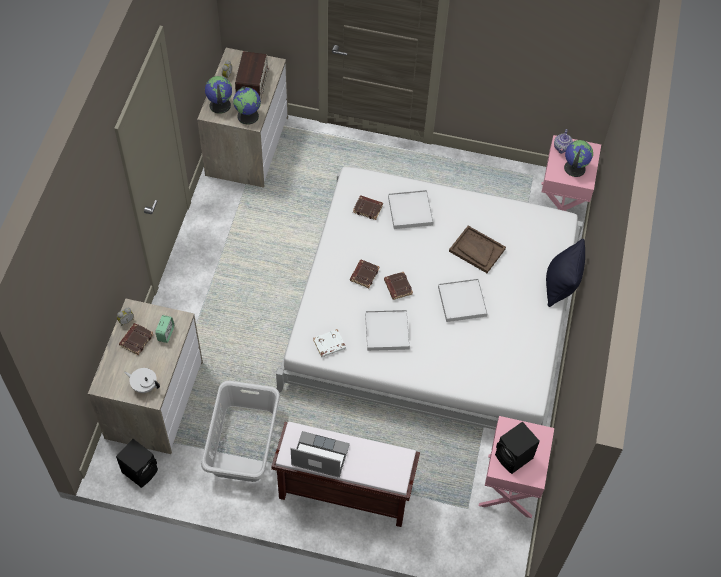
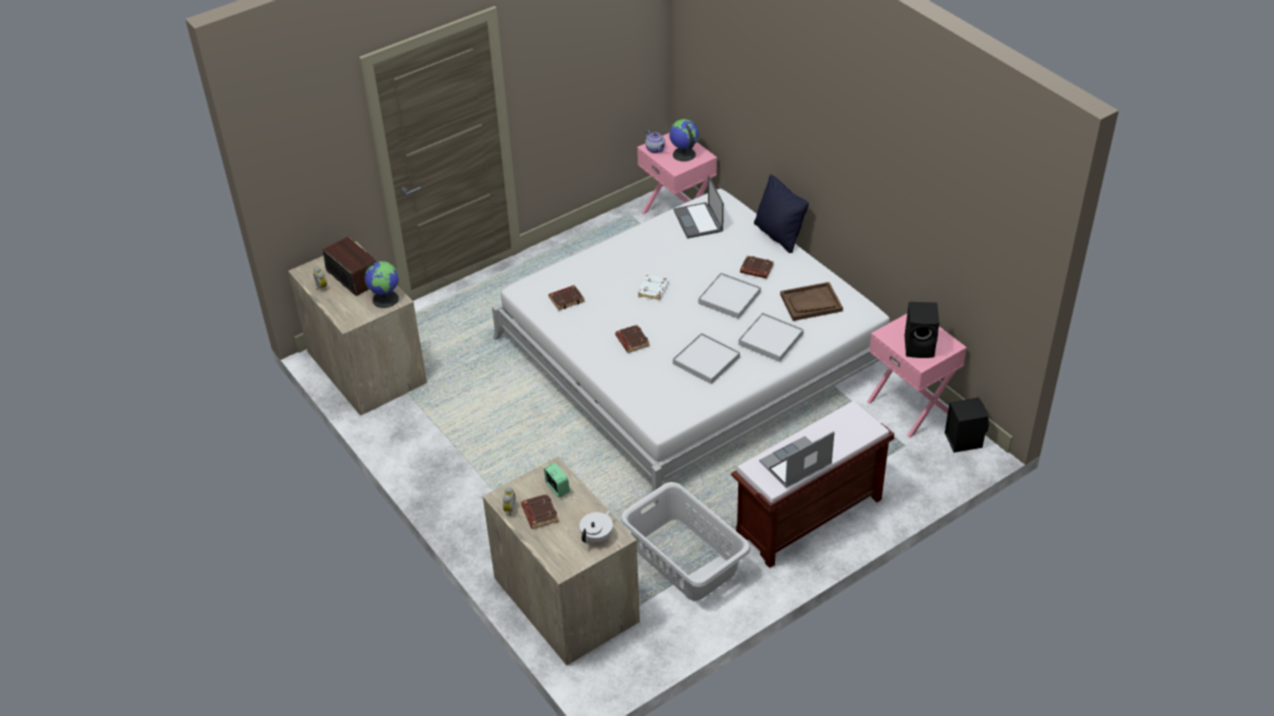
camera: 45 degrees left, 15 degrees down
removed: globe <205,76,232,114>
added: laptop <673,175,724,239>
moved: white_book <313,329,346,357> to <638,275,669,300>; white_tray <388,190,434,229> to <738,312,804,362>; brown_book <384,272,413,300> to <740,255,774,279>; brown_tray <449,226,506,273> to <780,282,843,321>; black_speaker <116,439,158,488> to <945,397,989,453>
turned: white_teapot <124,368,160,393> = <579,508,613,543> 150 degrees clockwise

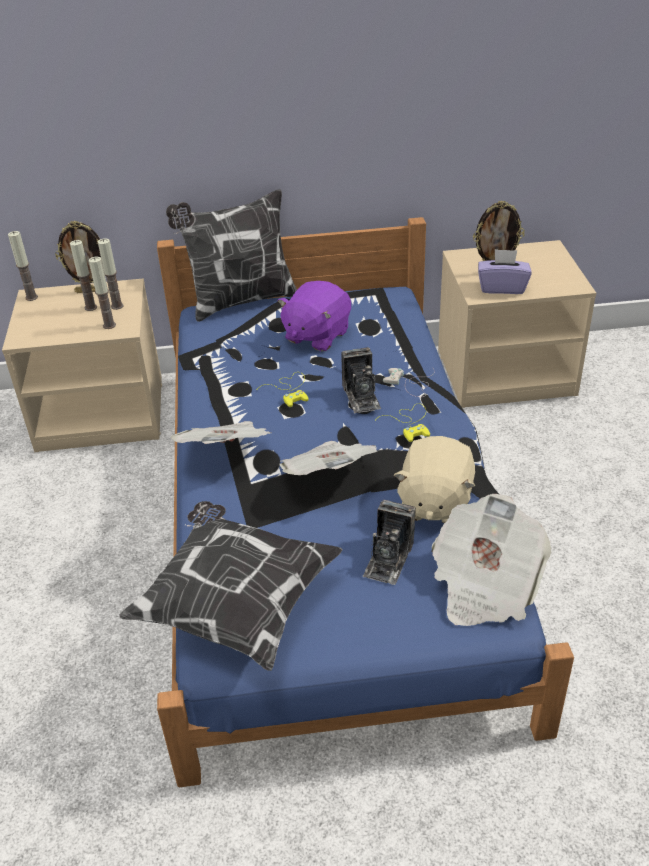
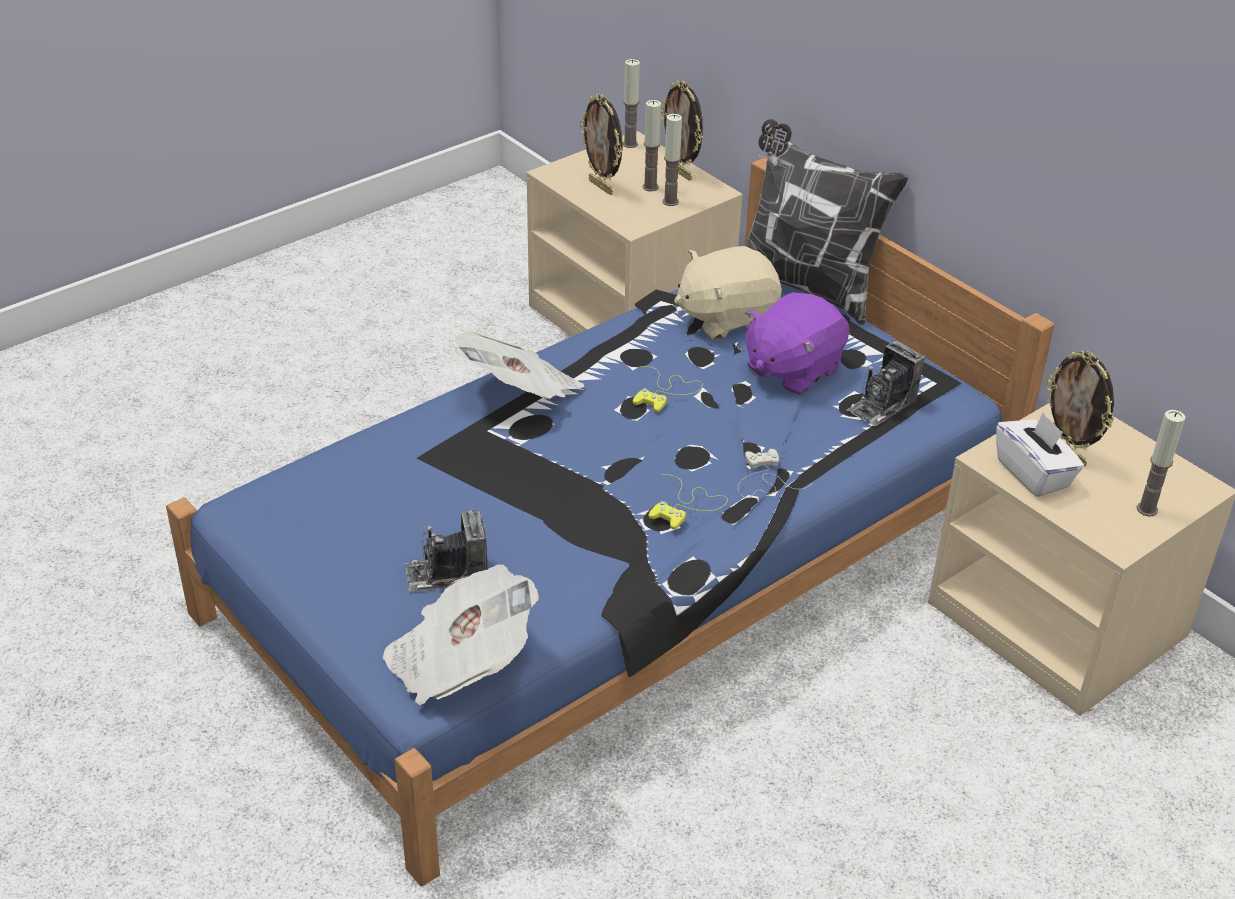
camera: 55 degrees right, 0 degrees up
removed: pillow <120,501,343,671>; newspaper <280,441,377,475>
added: picture_frame <580,94,623,195>
moved: beige_plush_toy <394,436,475,523> to <674,246,782,340>; photo_camera <341,347,381,414> to <846,341,925,426>; candle <89,257,116,329> to <1137,410,1185,517>
recoloured: purple_tissue_box <478,249,532,294> to white_tissue_box <996,412,1084,497>
turned: purple_plush_toy <278,281,351,352> = <745,292,850,395> 45 degrees counterclockwise

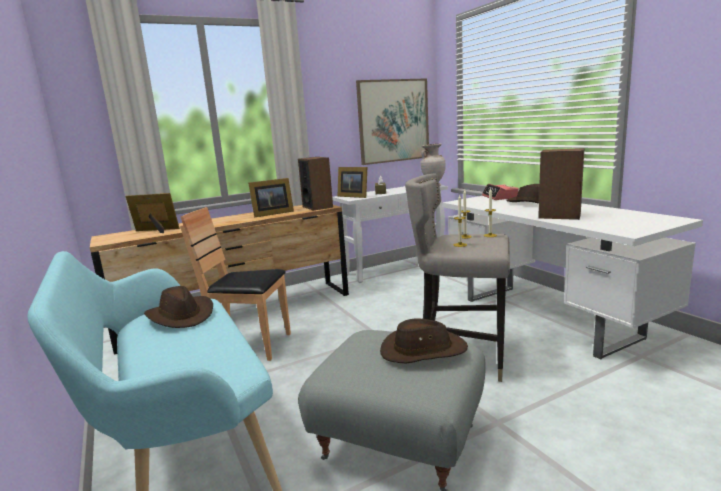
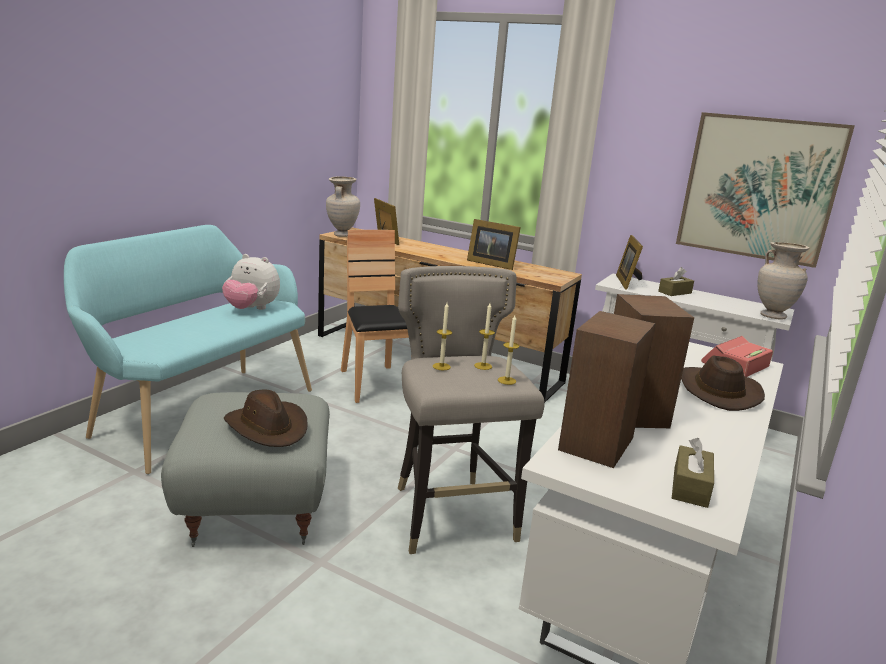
camera: 55 degrees right, 5 degrees up
added: beige_vase <326,176,360,237>; brown_tissue_box <672,438,714,508>
moved: speaker <298,157,333,211> to <558,311,656,468>
replaced: brown_hat <144,286,213,328> to plush_toy <222,254,280,310>

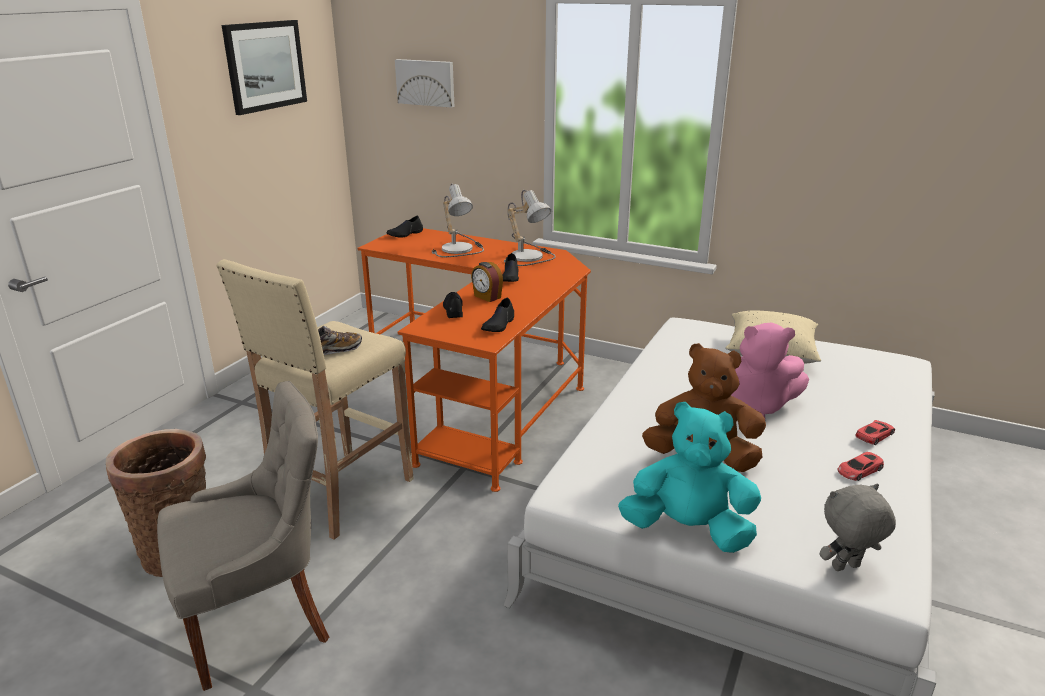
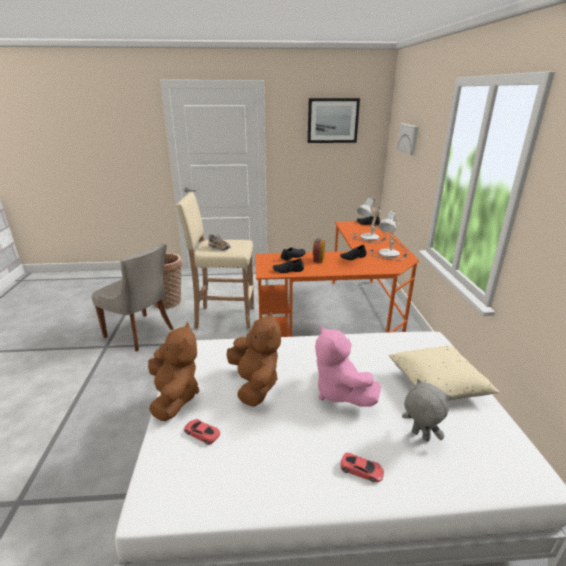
camera: 60 degrees right, 0 degrees up
moved: red_toy_car <837,452,884,481> to <184,419,220,445>; grey_plush_toy <820,484,896,571> to <402,379,452,442>
recoloured: turquoise_plush_toy <618,402,761,553> to brown_plush_toy <148,322,199,421>

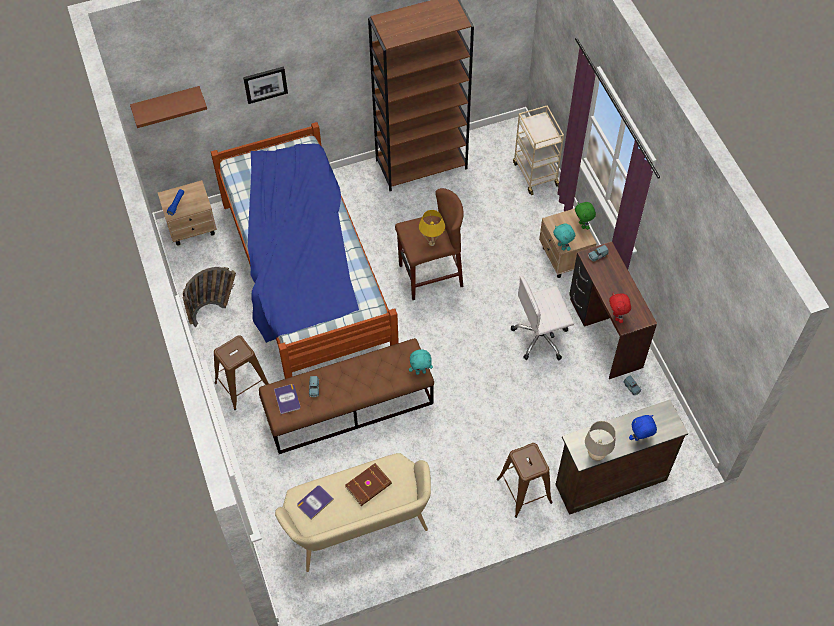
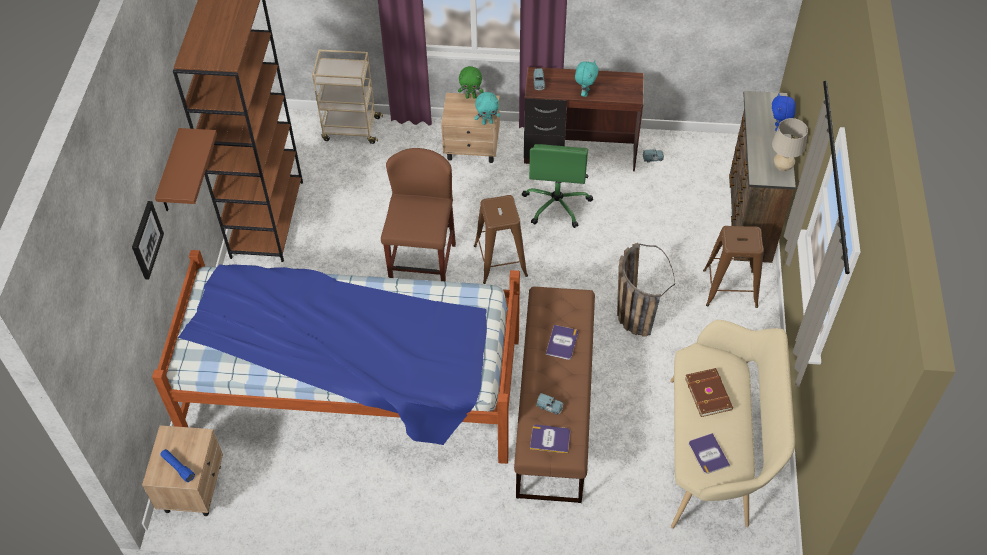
camera: 65 degrees left, 5 degrees down
removed: yellow_table_lamp <419,210,445,246>; red_plush_toy <609,293,631,323>
added: book <546,325,578,360>
moved: brown_shelf <130,86,207,128> to <155,128,217,211>; brown_stool <214,335,269,410> to <474,195,528,284>; turquoise_plush_toy <409,350,433,375> to <575,60,599,97>; basket <183,267,236,327> to <617,243,675,337>
recoloured: white_office_chair <511,276,574,360> to green_office_chair <522,144,593,228>

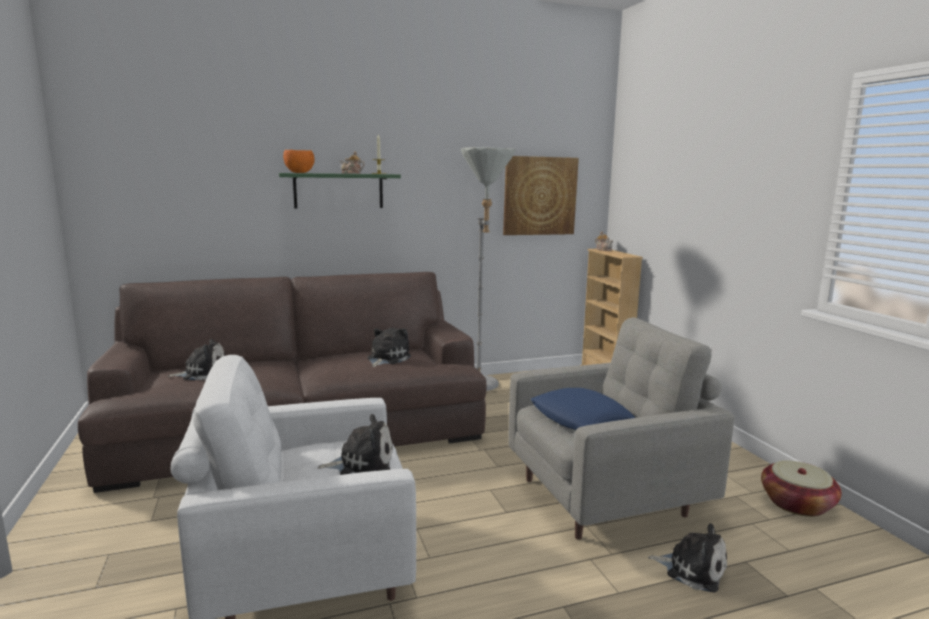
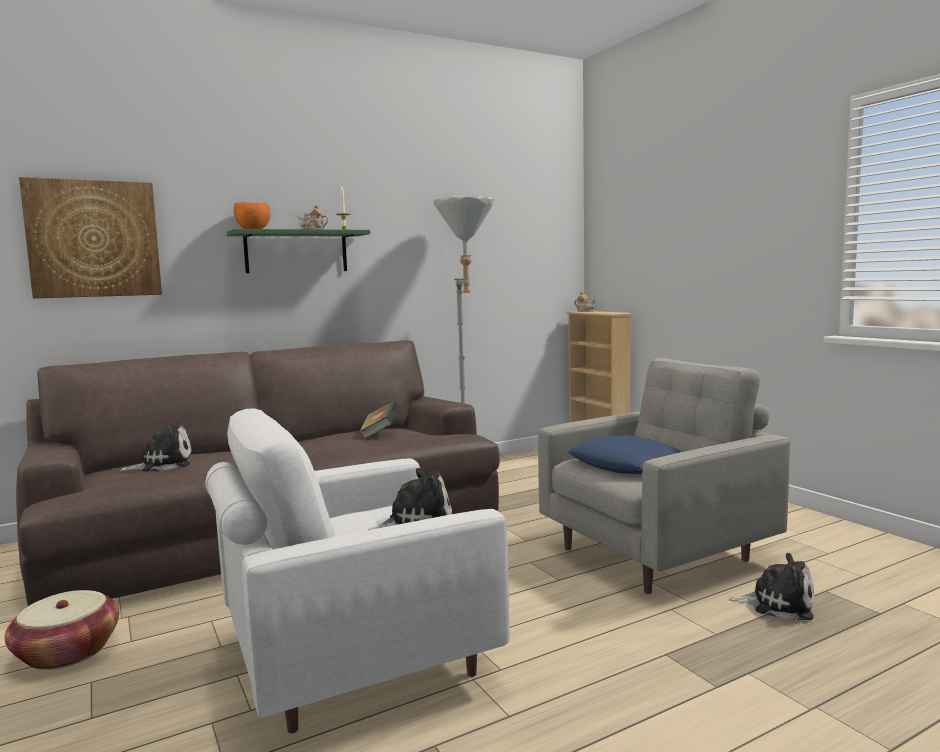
camera: 10 degrees left, 5 degrees down
moved: basket <761,460,842,517> to <5,590,119,670>; picture <503,156,579,235> to <19,177,162,298>
replaced: plush_toy <367,328,411,367> to book <359,401,398,439>

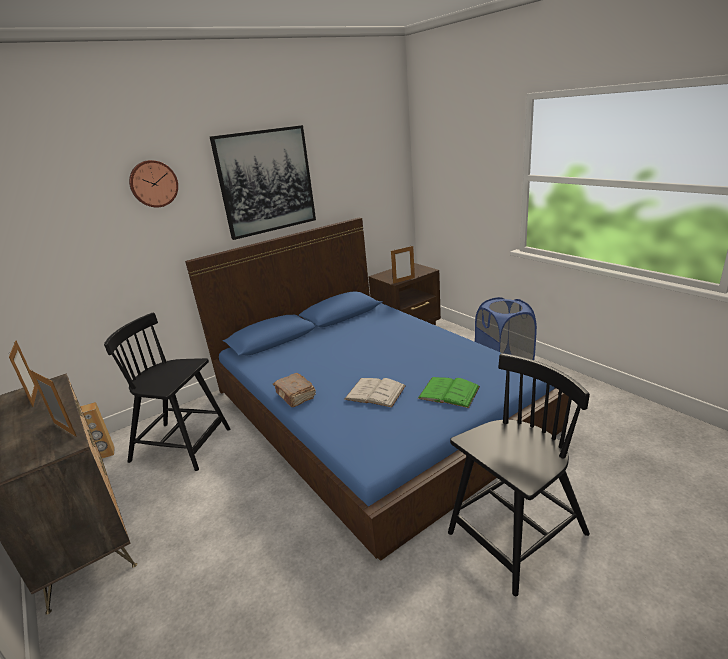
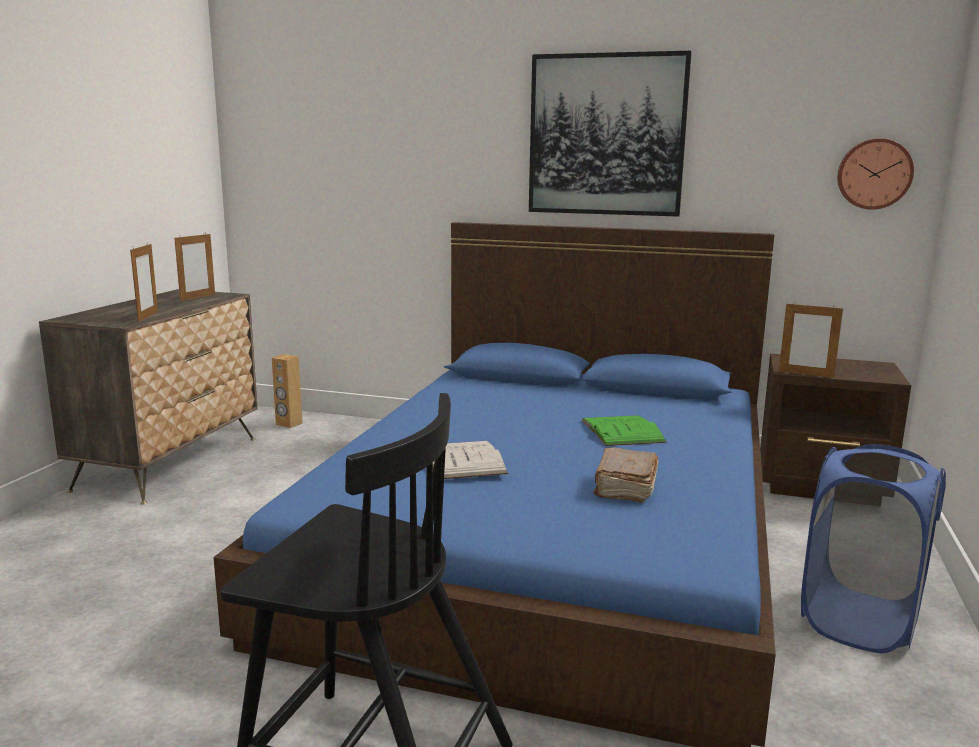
camera: 50 degrees right, 10 degrees down
removed: black_chair <104,313,230,471>
moved: green_book <418,377,480,408> to <582,415,667,446>; brown_book <273,373,316,407> to <594,447,659,503>; wall_clock <129,160,178,208> to <837,138,914,210>

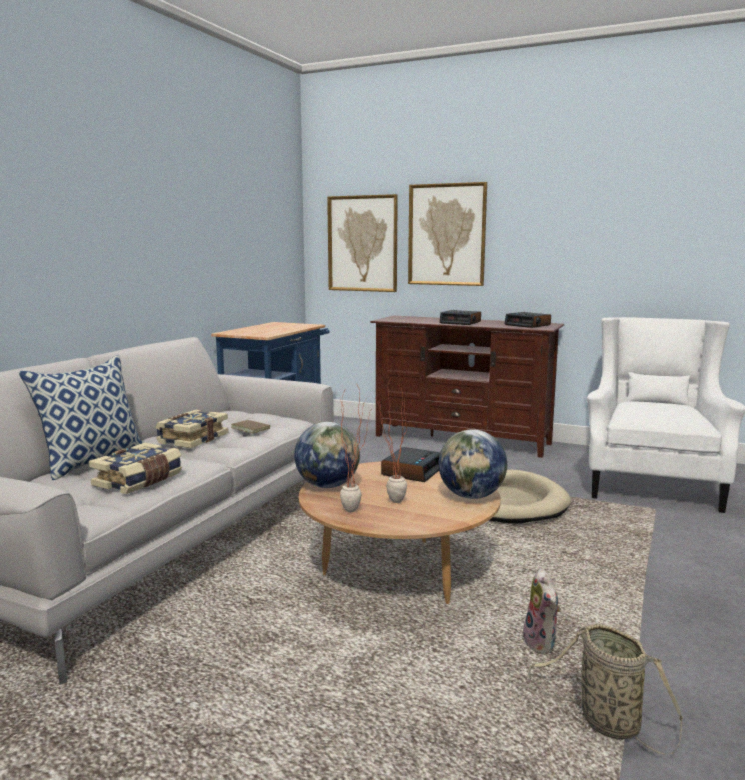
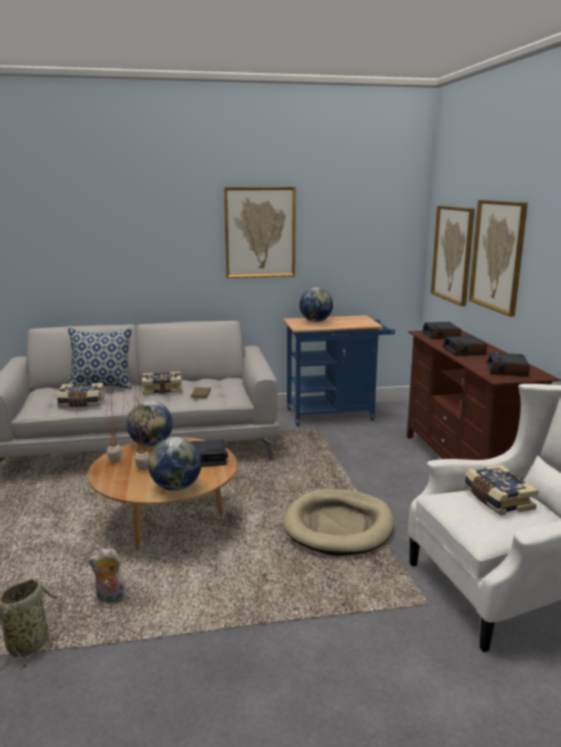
camera: 55 degrees right, 5 degrees up
added: picture <224,187,296,278>; globe <299,288,333,322>; alarm_clock <422,322,461,339>; book <464,465,539,516>
turned: plush_toy <523,568,561,654> = <88,548,127,603> 45 degrees clockwise

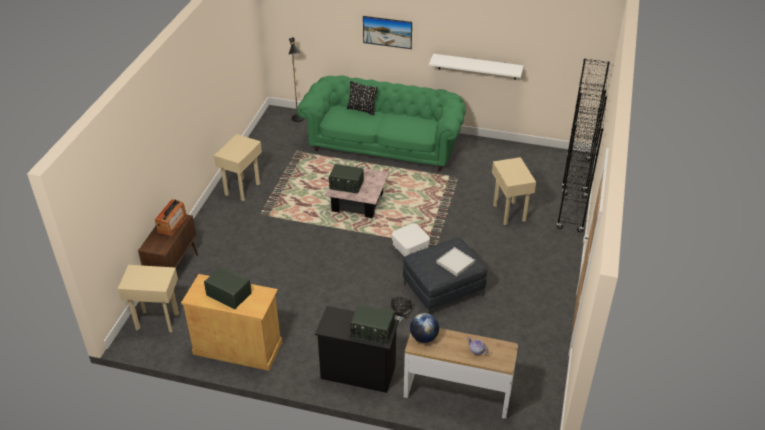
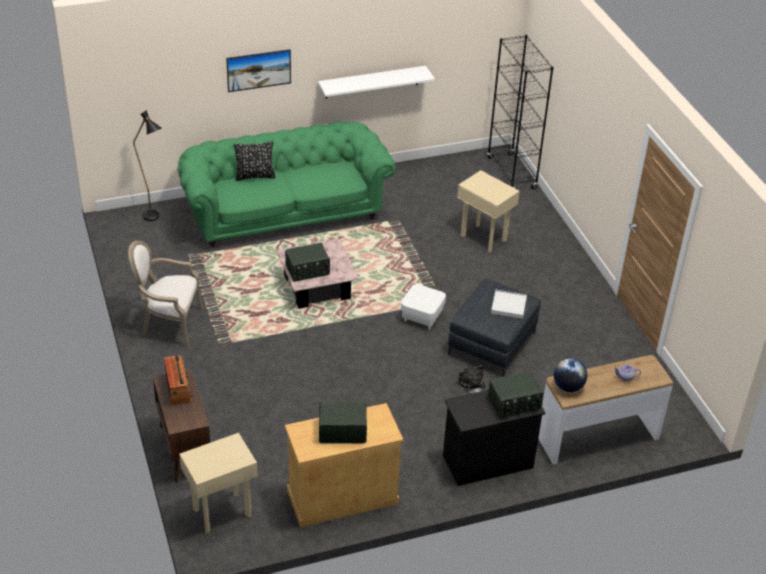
camera: 35 degrees left, 0 degrees up
removed: black_bookcase <557,92,607,232>
replaced: beige_side_table <214,134,262,201> to armchair <128,241,203,348>

